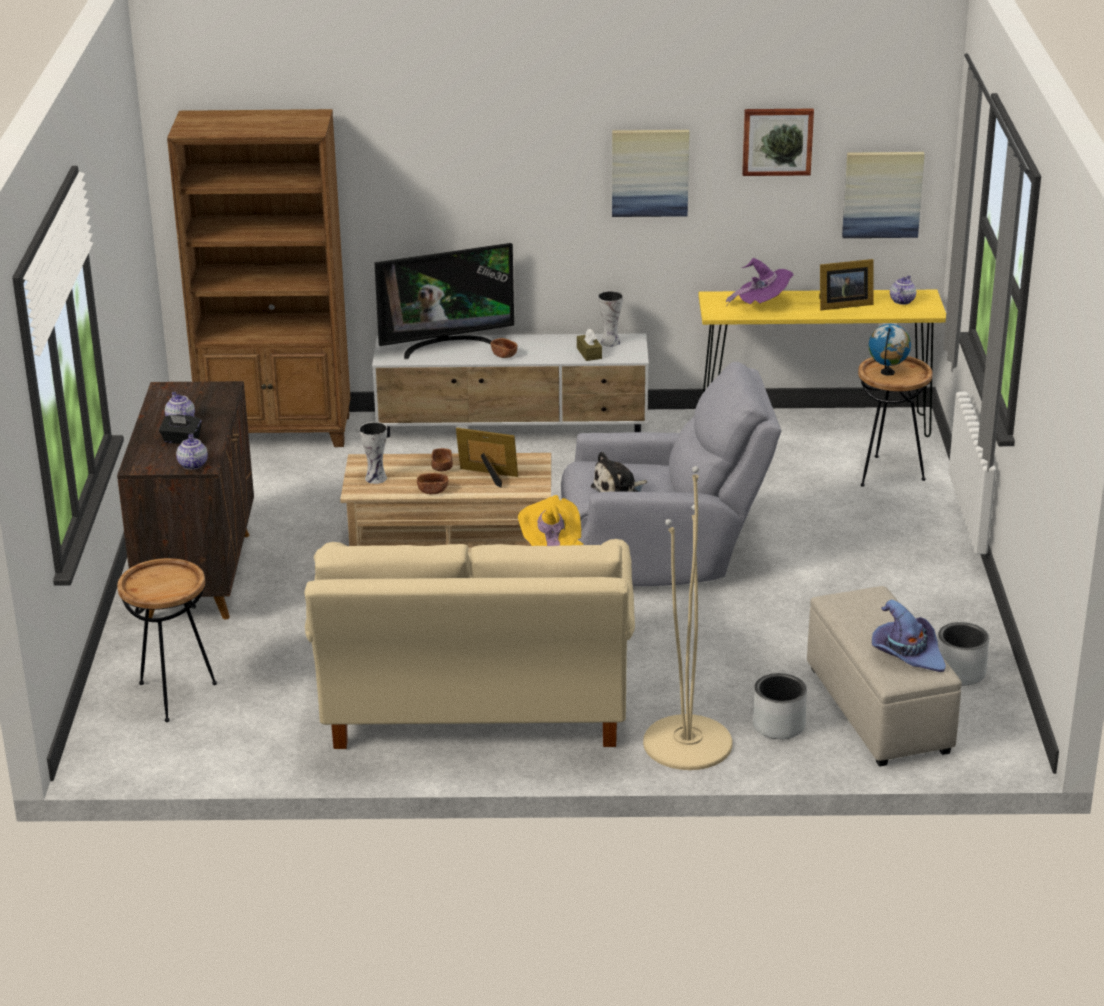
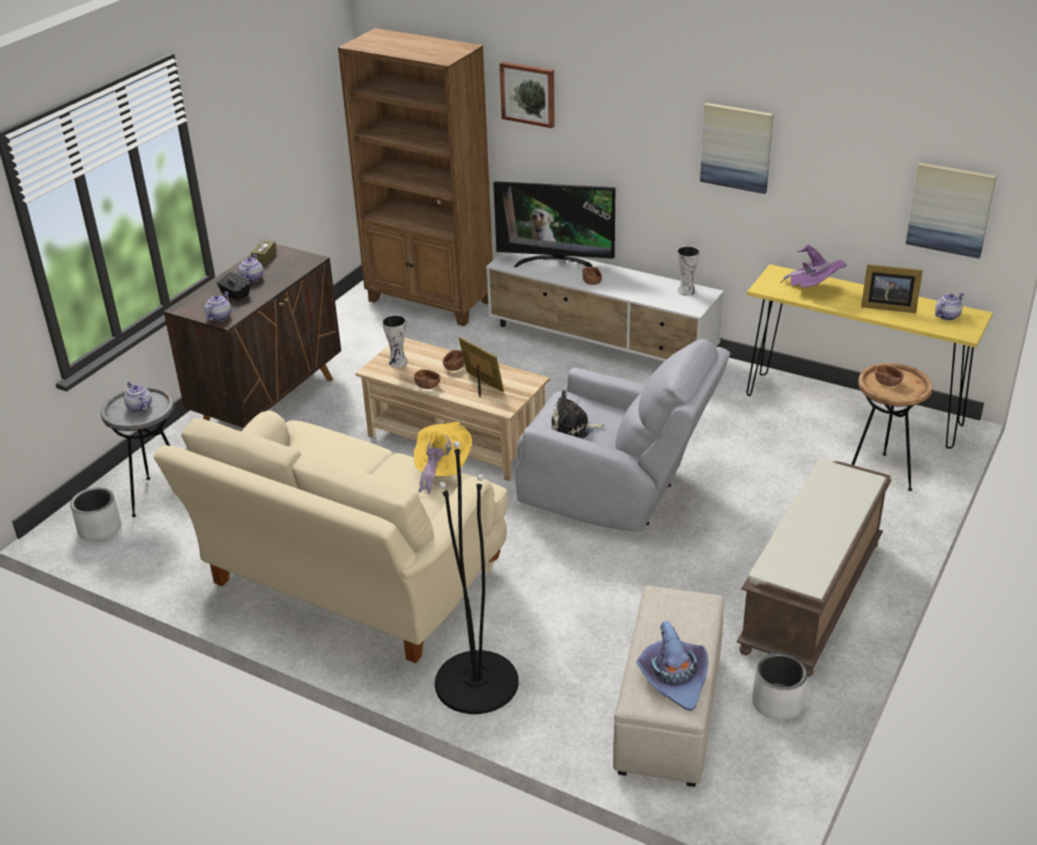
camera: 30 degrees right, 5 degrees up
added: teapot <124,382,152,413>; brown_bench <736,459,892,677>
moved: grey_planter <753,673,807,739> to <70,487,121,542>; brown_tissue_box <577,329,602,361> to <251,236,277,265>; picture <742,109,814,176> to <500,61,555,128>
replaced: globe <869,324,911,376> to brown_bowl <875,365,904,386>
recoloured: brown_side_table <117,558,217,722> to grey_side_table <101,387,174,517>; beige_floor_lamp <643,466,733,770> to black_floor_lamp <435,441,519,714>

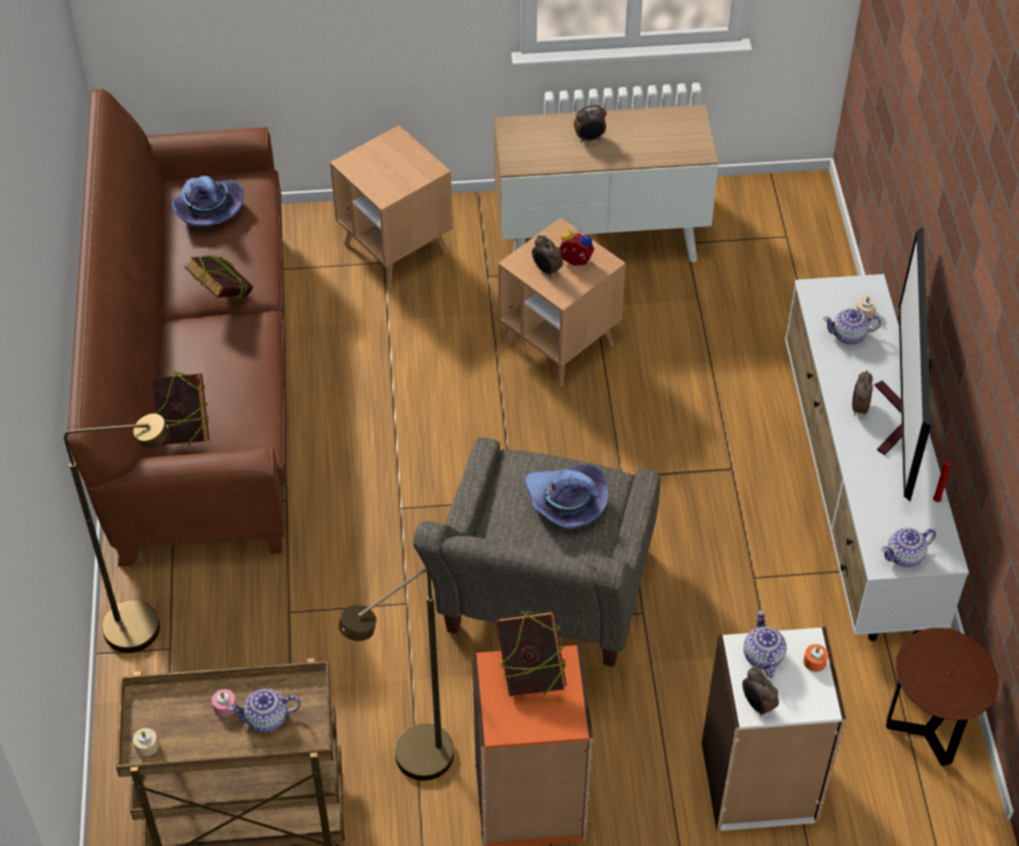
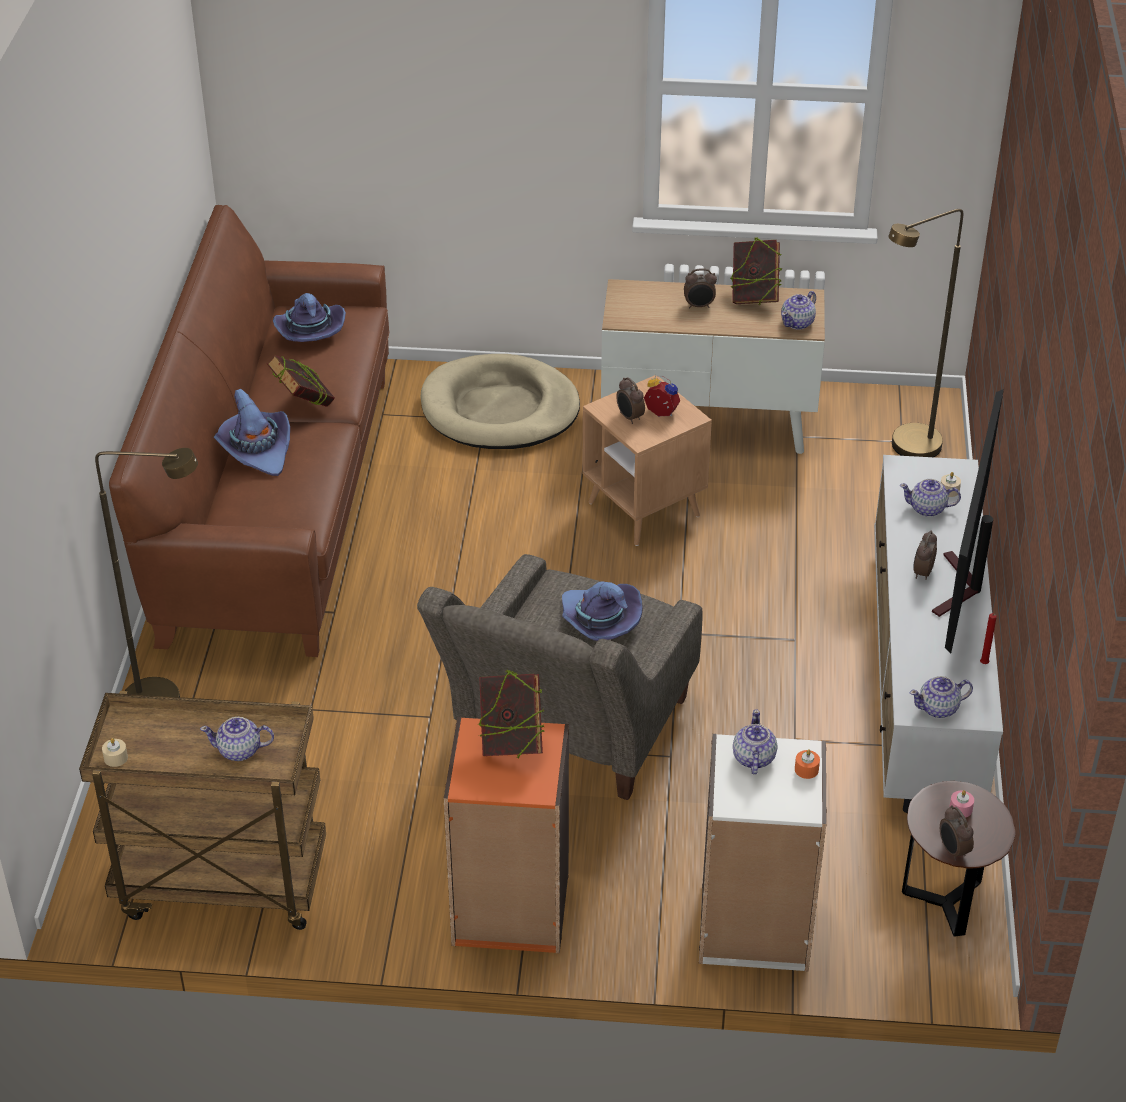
camera: 10 degrees right, 10 degrees down
added: purple_hat <214,389,290,476>; teapot <781,291,816,330>
moved: book <152,371,210,446> to <730,237,782,305>; brown_floor_lamp <339,569,454,781> to <888,209,963,457>; alarm_clock <742,667,779,716> to <940,805,974,861>; pink_candle <212,689,236,717> to <949,790,974,818>
replaced: brown_side_table <330,125,453,287> to beige_dog_bed <420,354,580,449>

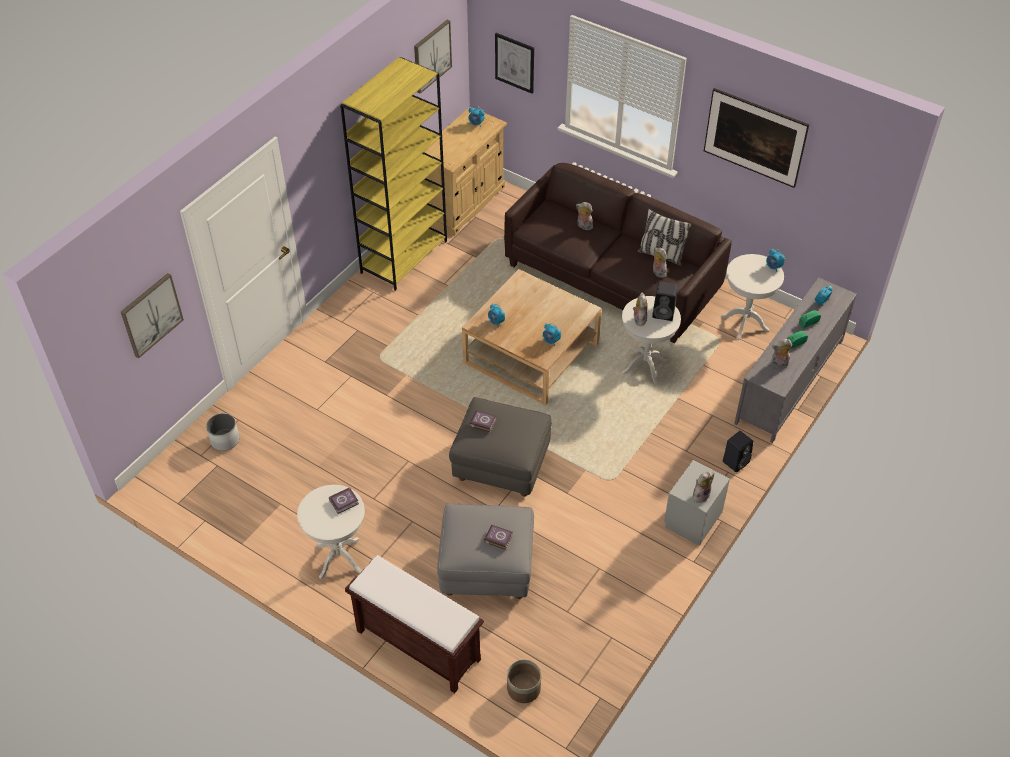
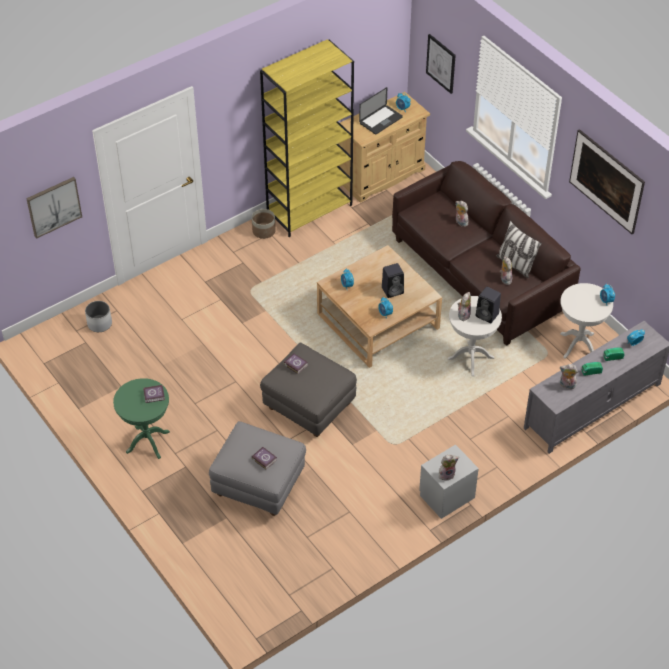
camera: 20 degrees right, 0 degrees up
removed: brown_bench <345,555,484,693>; picture <414,20,452,94>
added: laptop <359,87,403,134>
moved: planter <507,659,541,703> to <252,209,276,239>; black_speaker <723,431,753,472> to <382,263,404,298>
recoloured: white_side_table <297,485,365,579> to green_side_table <113,378,170,459>

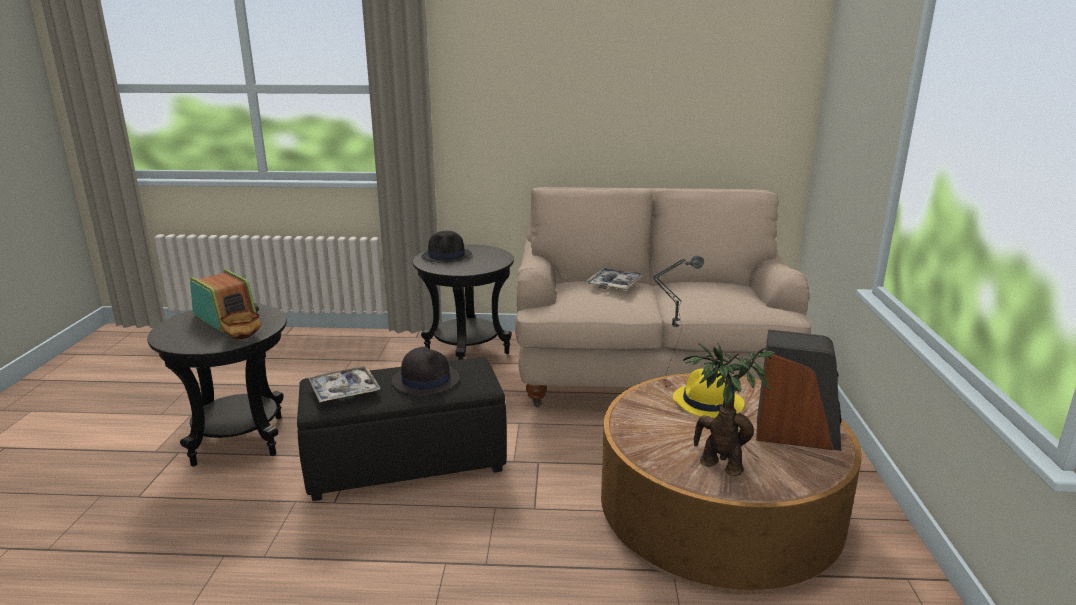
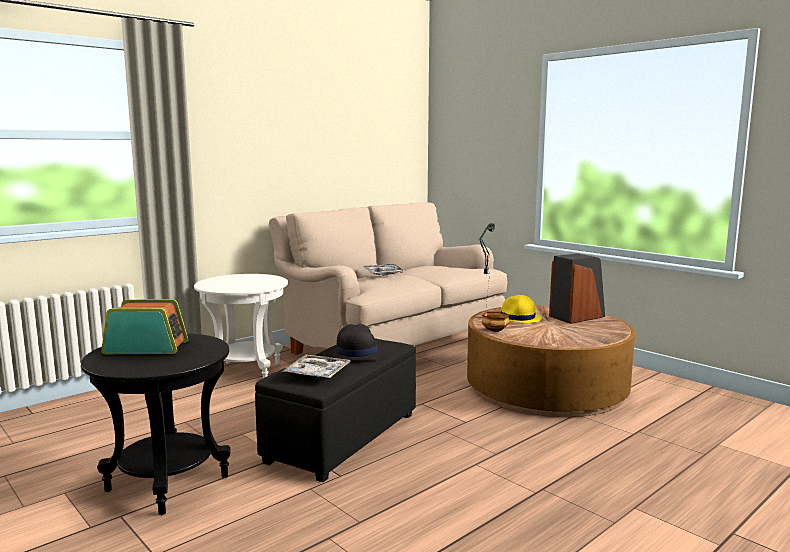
camera: 45 degrees left, 10 degrees down
removed: black_hat <421,231,472,263>; potted_plant <683,343,776,476>
moved: bowl <220,310,261,339> to <482,312,509,332>
recoloured: black_side_table <413,244,514,360> to white_side_table <194,274,288,378>

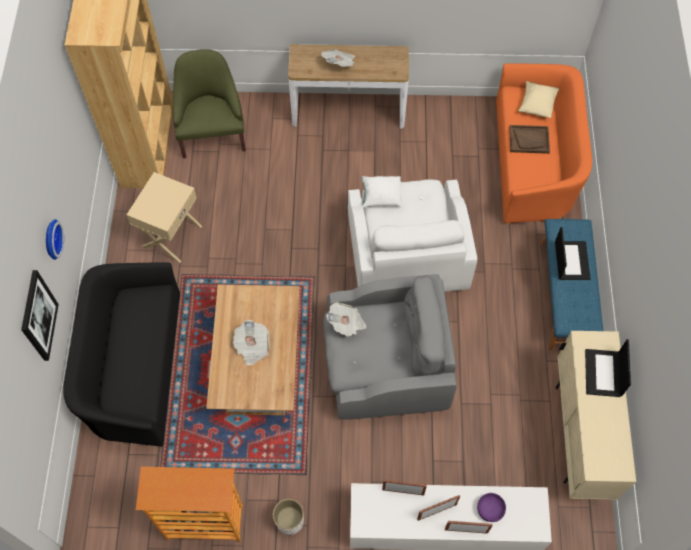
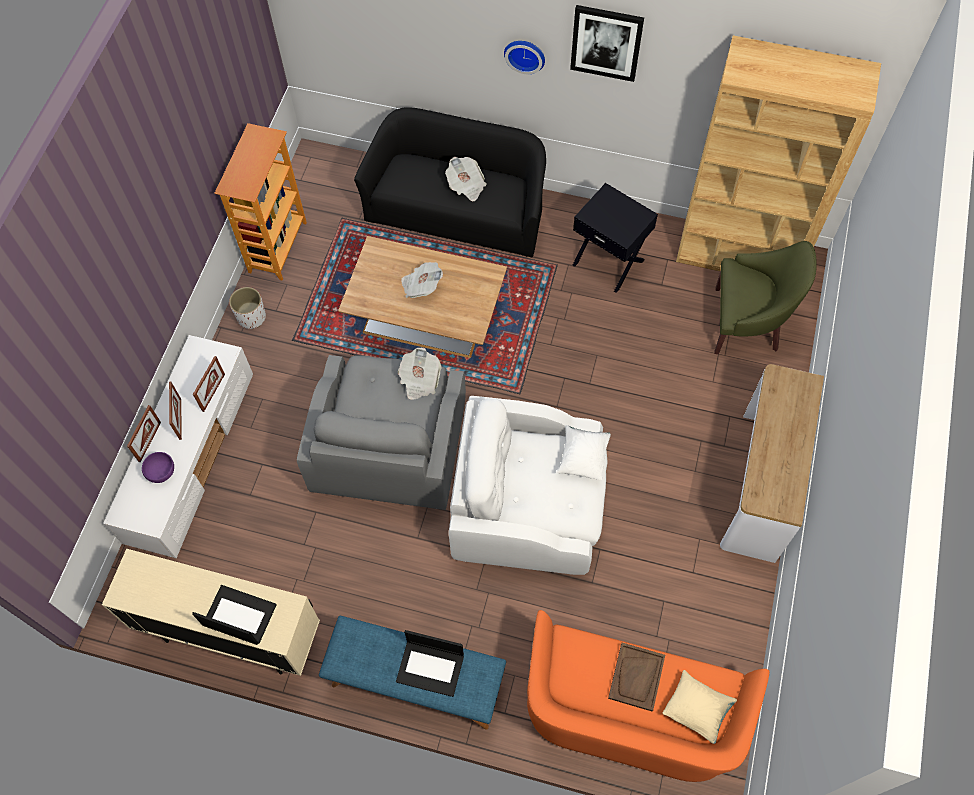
camera: 105 degrees right, 0 degrees up
moved: newspaper <321,49,355,67> to <445,157,487,201>; picture <21,270,59,361> to <570,5,644,82>
recoloured: beige_side_table <127,172,202,263> to black_side_table <572,183,658,293>

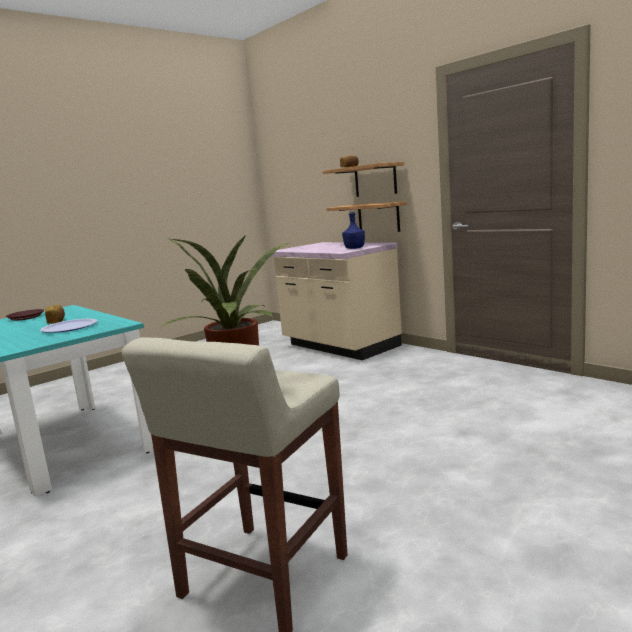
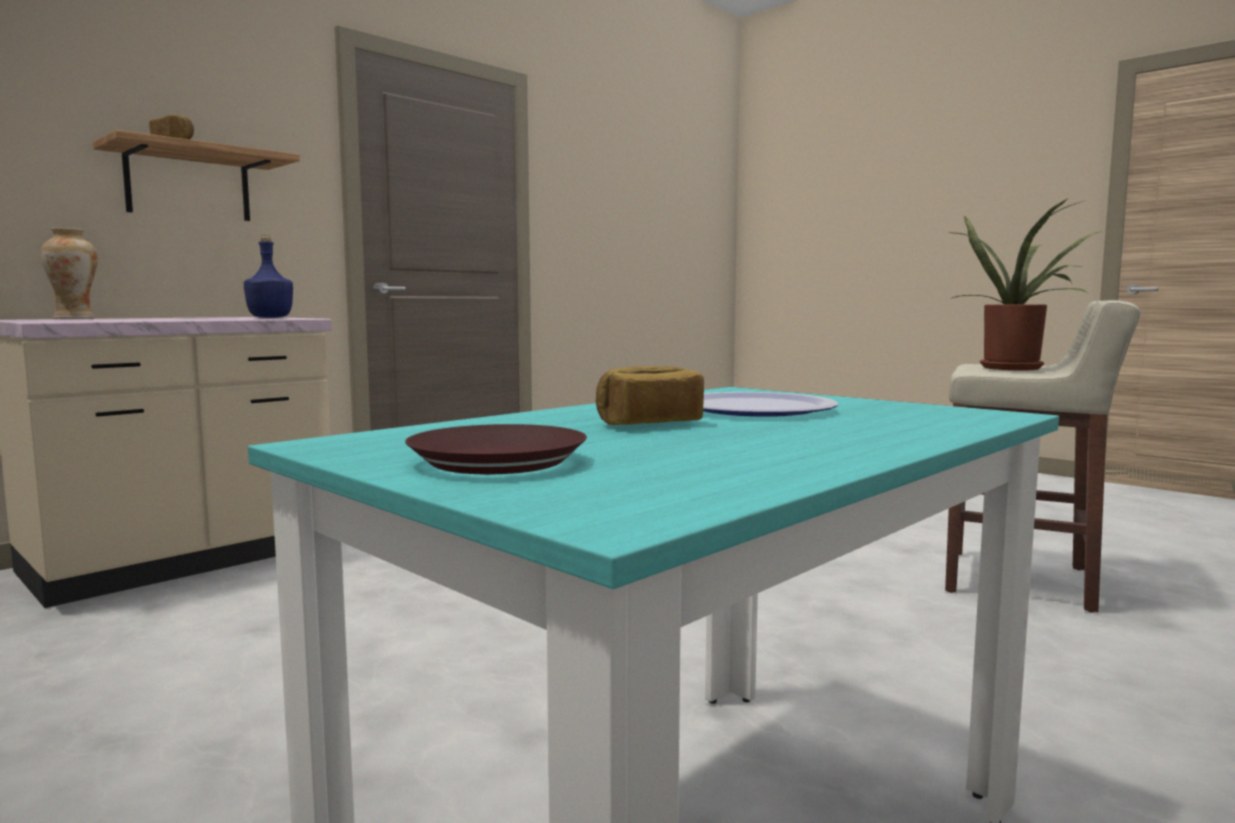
camera: 95 degrees left, 5 degrees down
removed: shelf <327,201,407,232>
added: vase <40,228,98,319>

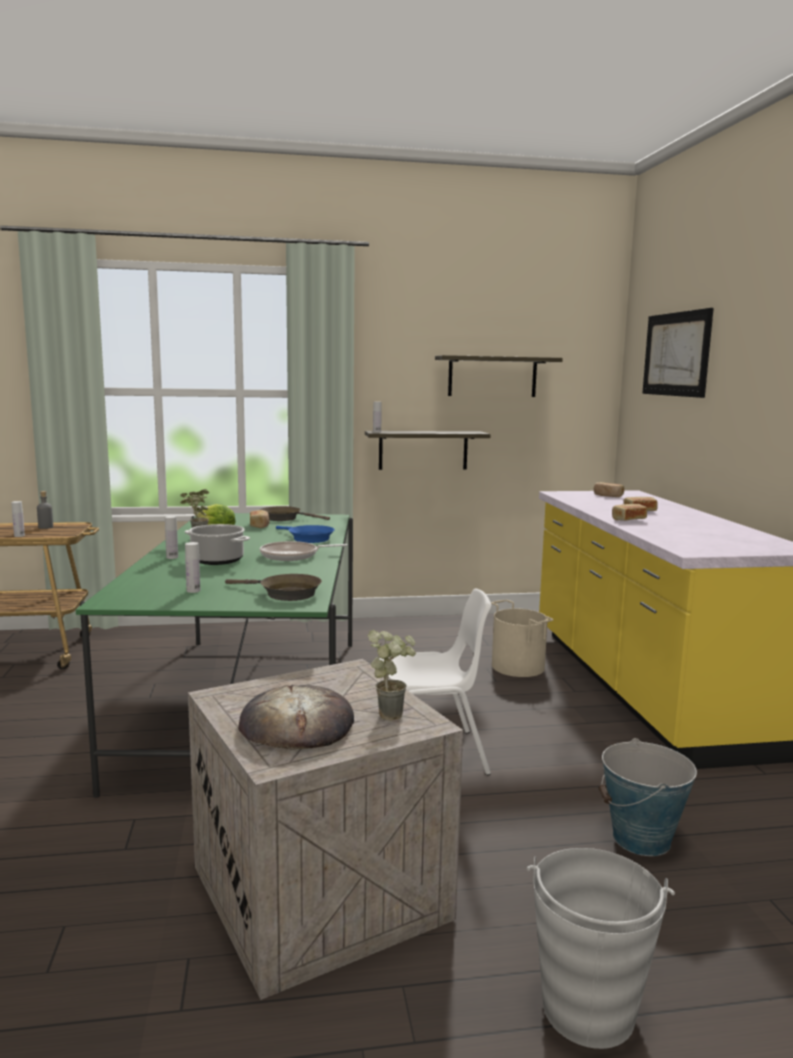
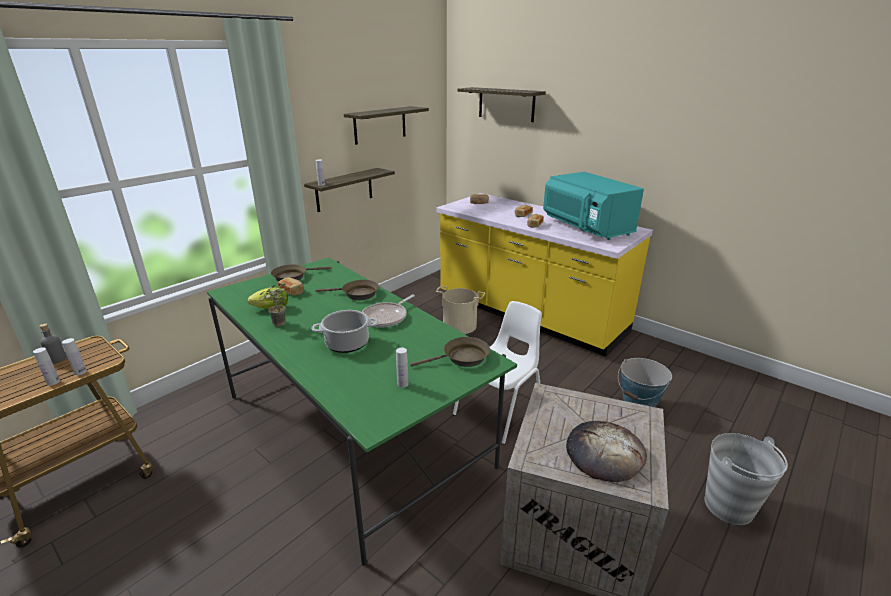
camera: 40 degrees left, 15 degrees up
removed: potted_plant <368,630,416,721>
added: turquoise_microwave <543,172,644,240>
moved: white_bottle <165,516,178,559> to <62,338,87,375>
replaced: picture <642,308,714,398> to shelf <458,87,546,122>
recoloured: blue_frying_pan <276,525,335,543> to brown_frying_pan <316,280,379,300>

